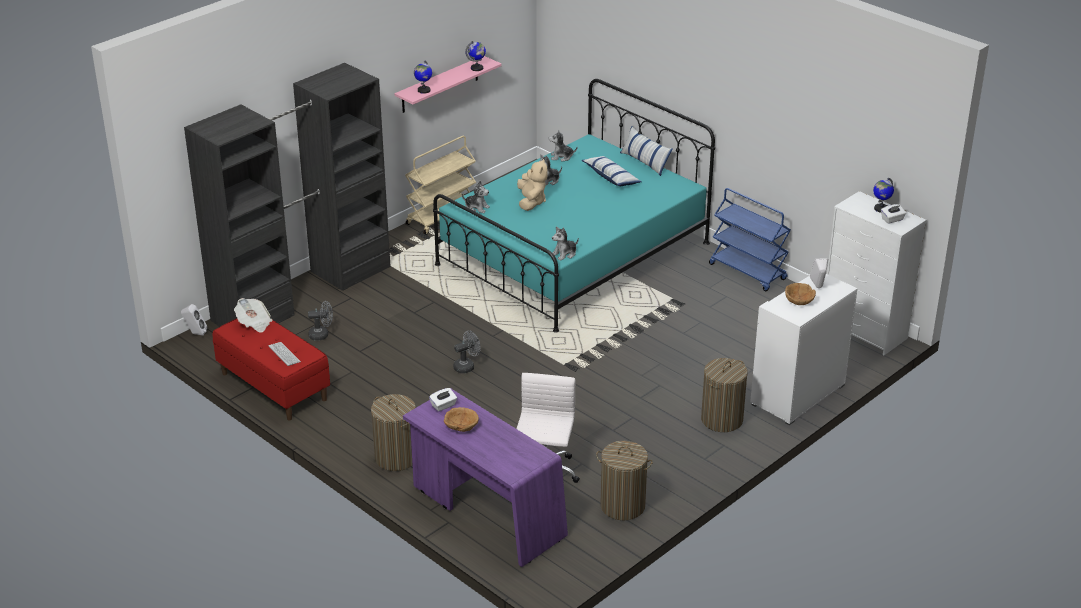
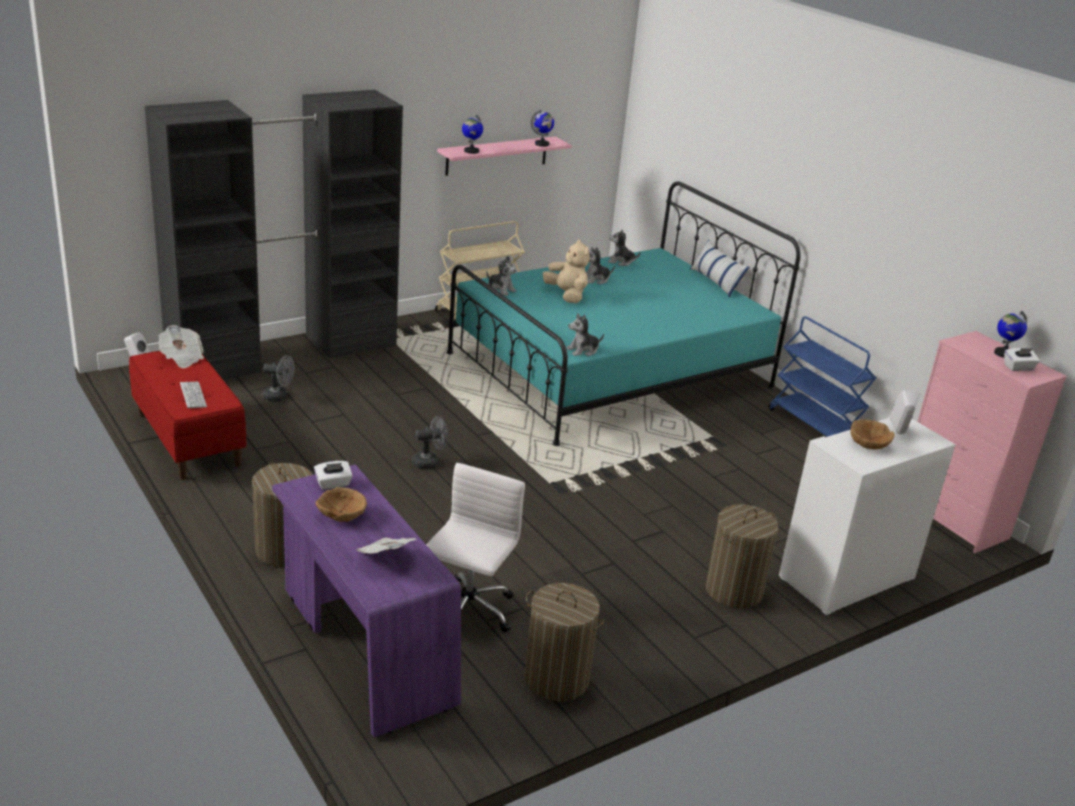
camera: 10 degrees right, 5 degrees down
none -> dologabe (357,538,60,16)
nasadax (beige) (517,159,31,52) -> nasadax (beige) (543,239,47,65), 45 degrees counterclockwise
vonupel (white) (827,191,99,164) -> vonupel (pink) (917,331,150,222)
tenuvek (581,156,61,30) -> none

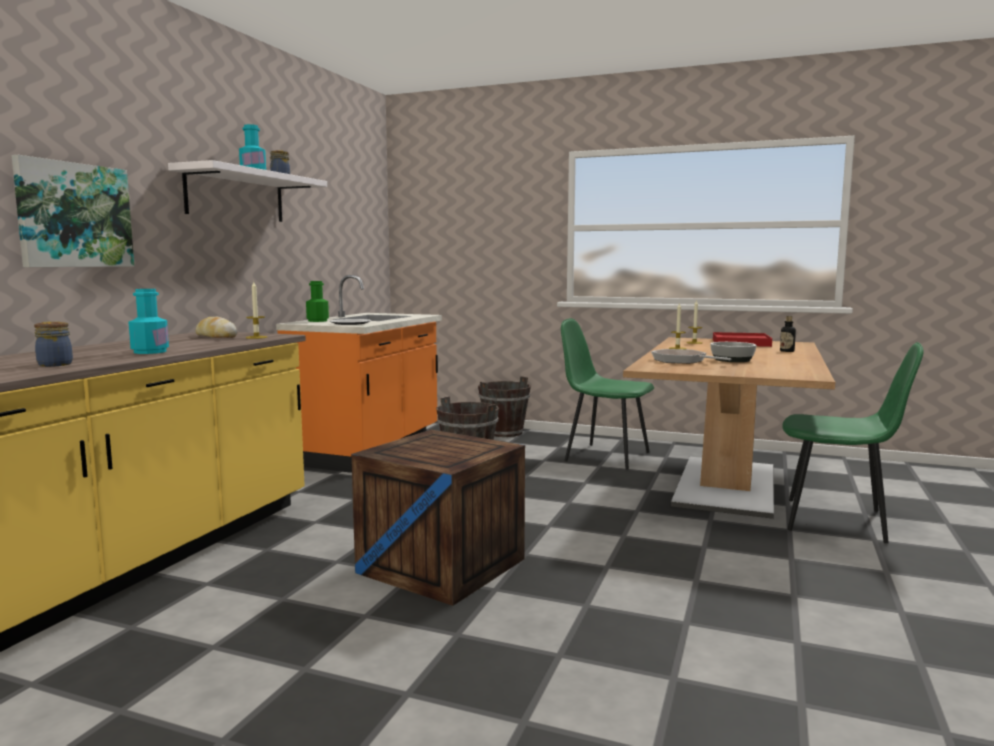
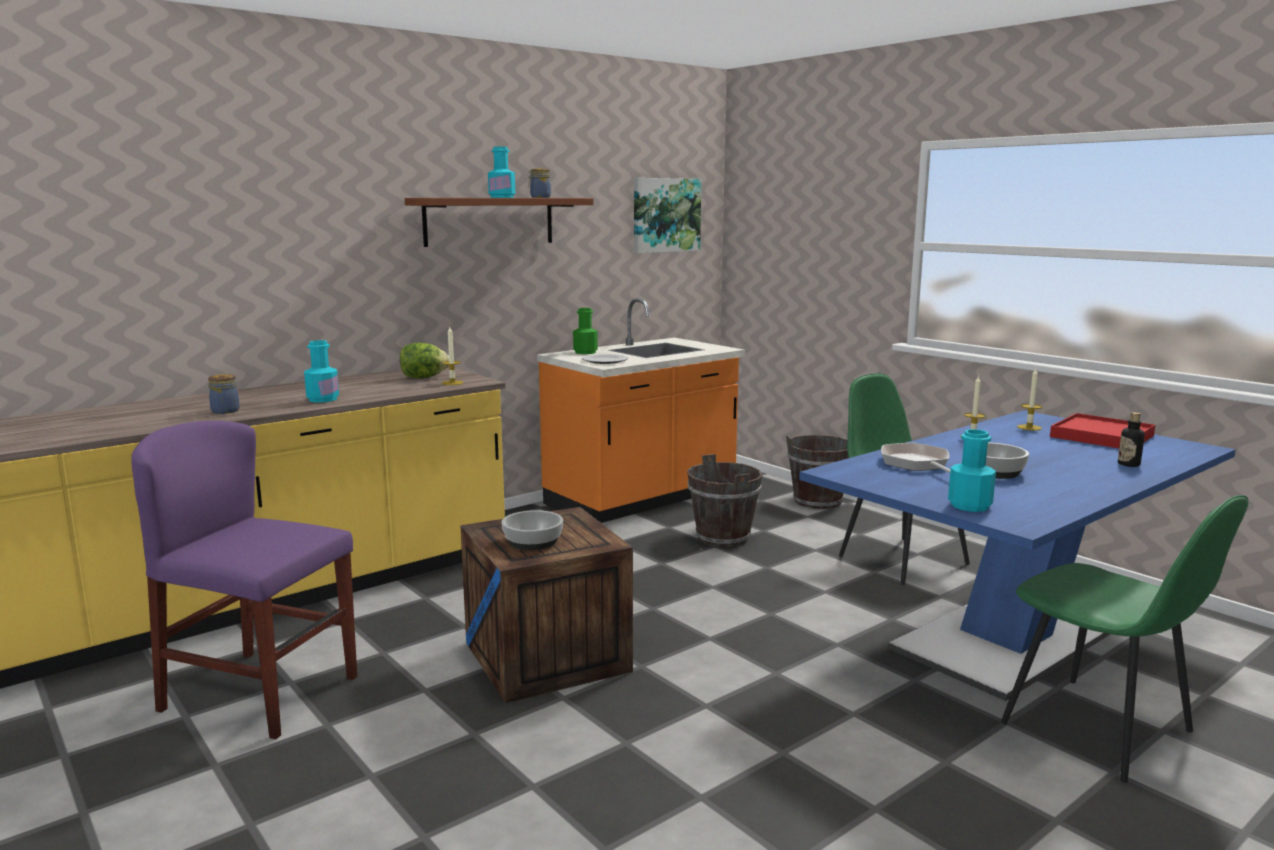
camera: 30 degrees right, 5 degrees up
none -> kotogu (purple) (131,421,226,319)
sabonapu (196,317,41,21) -> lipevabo (400,343,49,35)
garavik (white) (168,160,159,62) -> garavik (brown) (405,198,188,49)
none -> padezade (502,510,61,40)
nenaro (12,155,122,112) -> nenaro (634,178,67,75), relocated
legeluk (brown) (623,337,212,182) -> legeluk (blue) (799,410,437,291)
none -> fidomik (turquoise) (948,429,48,83)

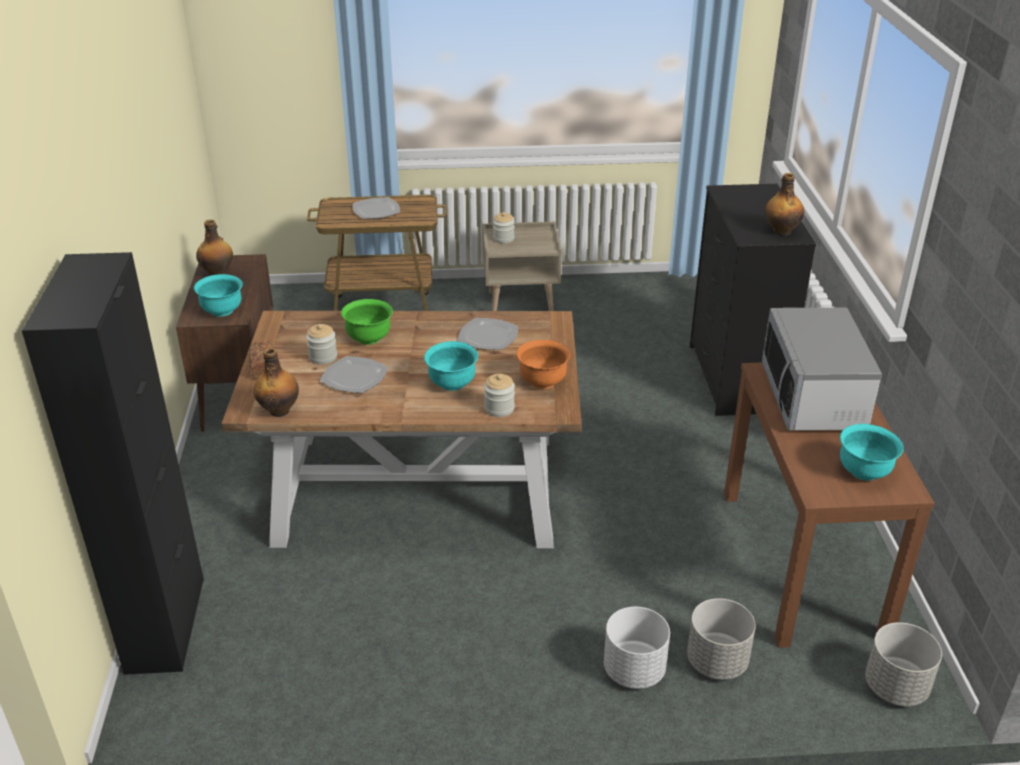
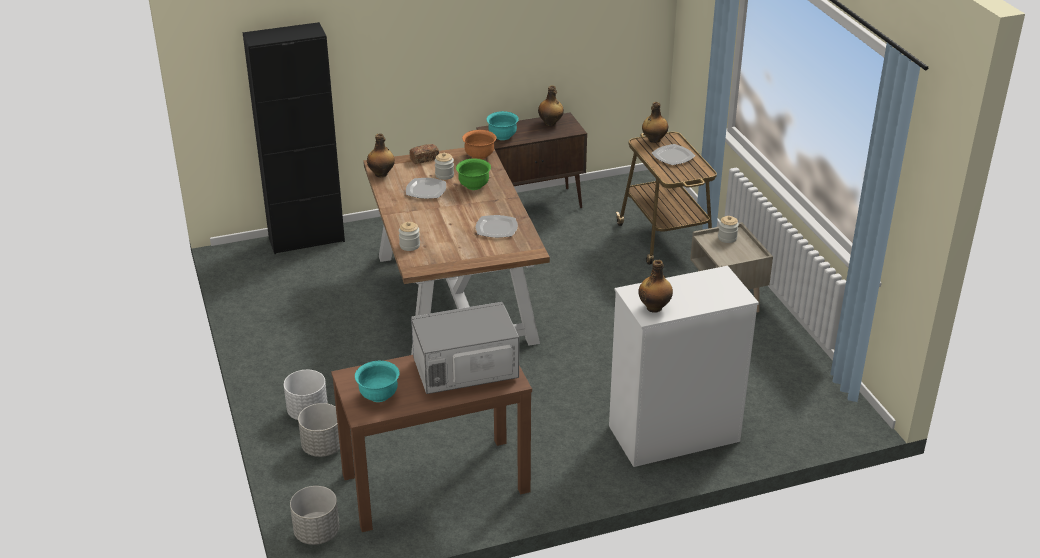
camera: 75 degrees right, 0 degrees up
padezade (orange) (516,340,54,49) -> padezade (orange) (462,130,34,30), relocated
vonupel (black) (690,184,126,232) -> vonupel (white) (609,266,150,201)
none -> fidomik (642,102,26,41)
padezade (turquoise) (424,341,54,50) -> none

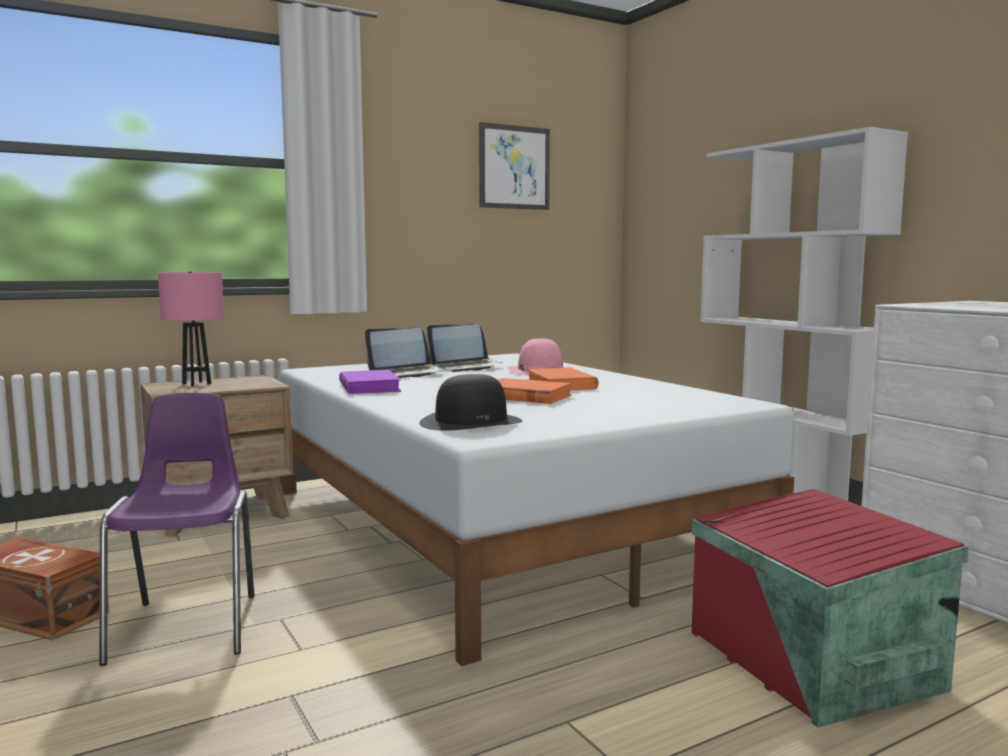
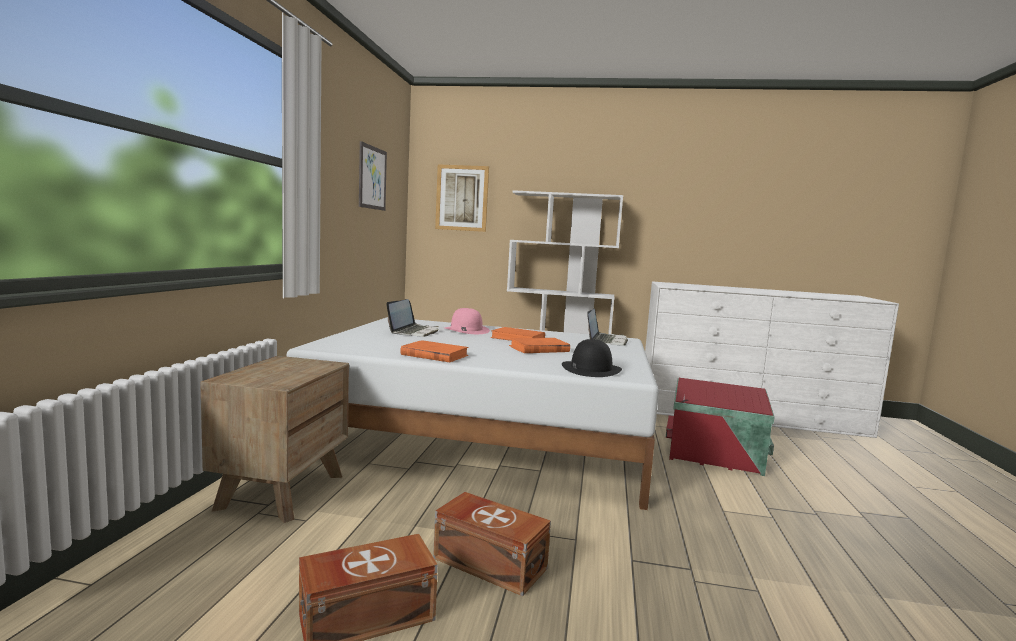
camera: 50 degrees left, 0 degrees up
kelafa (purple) (339,370,62,24) -> kelafa (orange) (400,340,69,22)
kotogu (purple) (99,393,155,273) -> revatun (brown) (433,492,118,104)
none -> nenaro (435,164,54,68)
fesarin (365,328,80,50) -> fesarin (587,309,41,37), relocated
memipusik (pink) (158,272,66,114) -> none

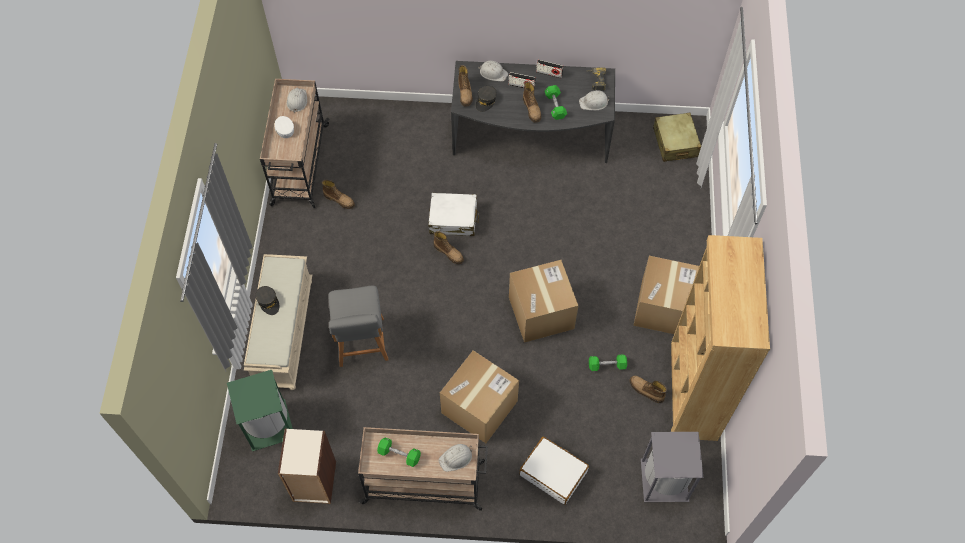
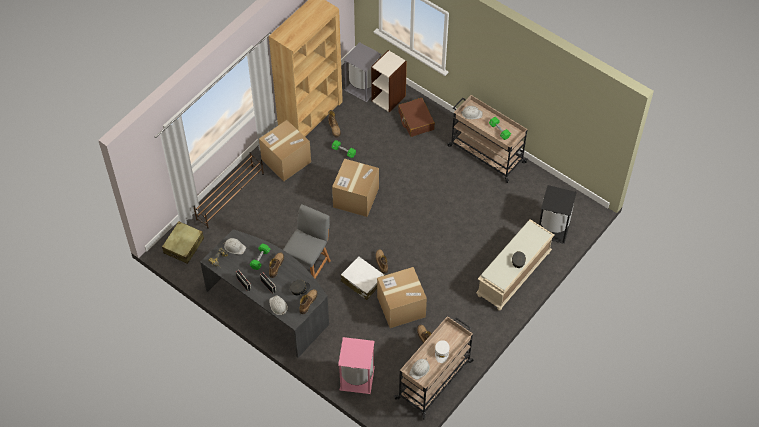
camera: 145 degrees left, 5 degrees down
none -> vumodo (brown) (193,152,71,77)
kotogu (grey) (328,286,60,81) -> kotogu (grey) (283,204,48,75), relocated
none -> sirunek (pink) (338,337,37,57)
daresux (278,428,58,76) -> daresux (371,50,36,63), relocated
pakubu (440,350,79,93) -> pakubu (377,267,50,61), relocated
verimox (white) (519,437,70,68) -> verimox (brown) (398,98,37,39)
sirunek (green) (227,370,66,81) -> sirunek (black) (539,185,38,59)

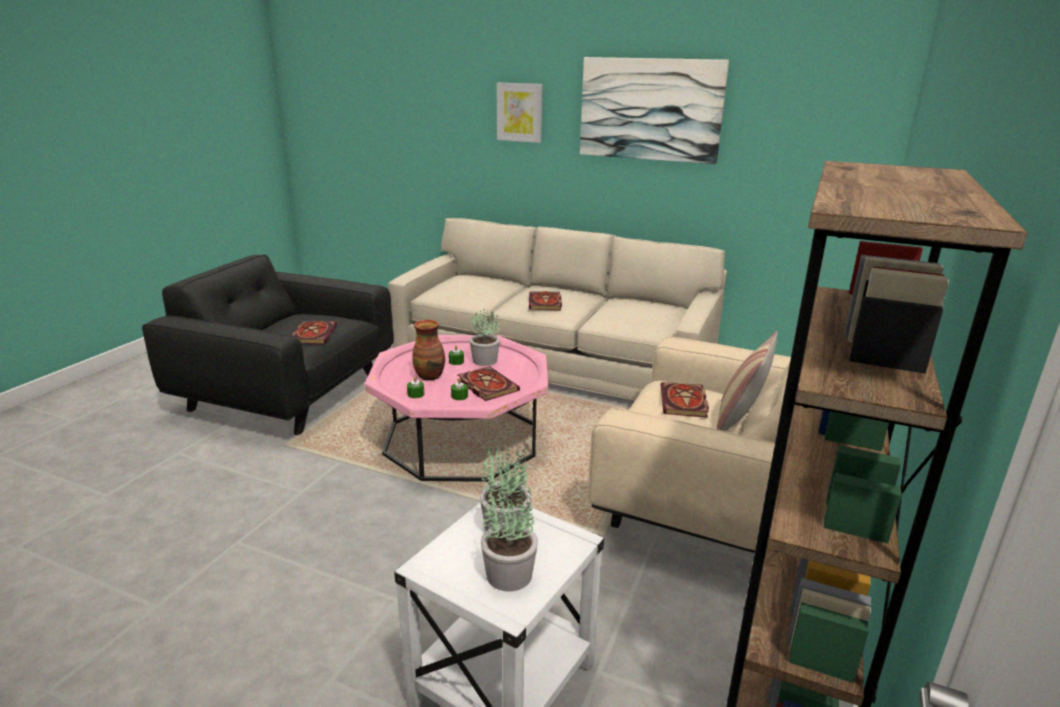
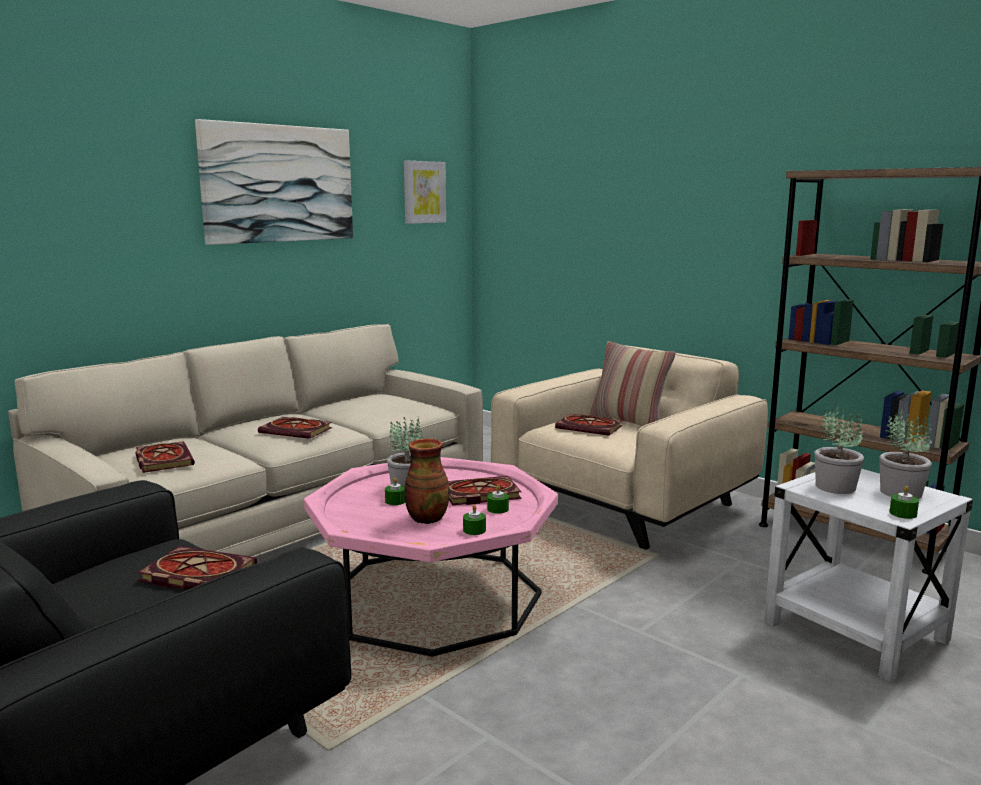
camera: 70 degrees left, 10 degrees down
none -> kelafa (136,441,59,32)
nenaro (497,83,45,60) -> nenaro (404,161,42,63), relocated
none -> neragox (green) (889,486,30,33)

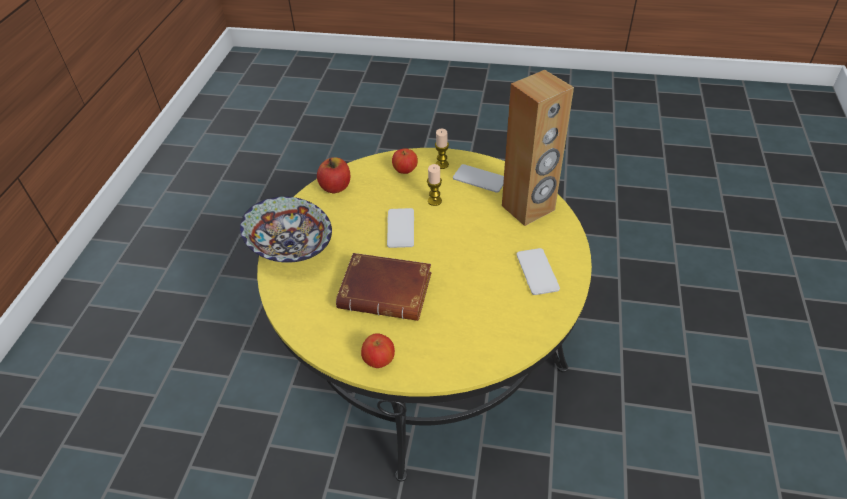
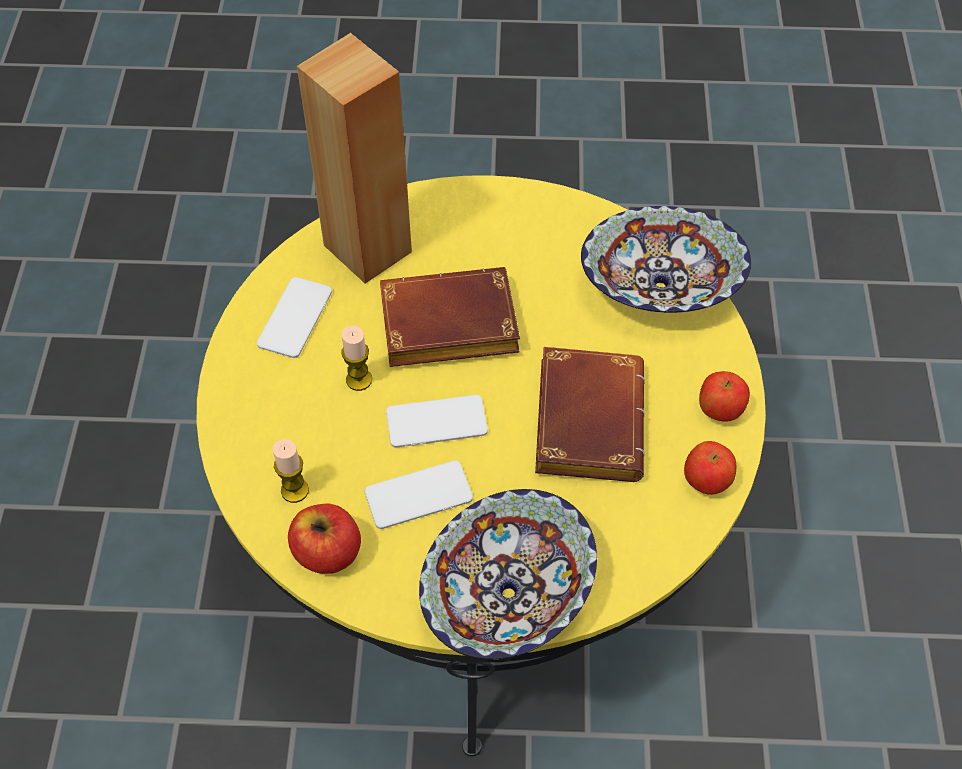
camera: 100 degrees left, 10 degrees up
neragox (435,129,14,40) -> neragox (273,439,36,64), relocated
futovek (516,248,44,47) -> futovek (365,460,108,69), relocated
none -> kelafa (brown) (380,267,140,100)
none -> padezade (581,206,170,107)
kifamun (392,148,26,26) -> kifamun (684,441,52,54), relocated

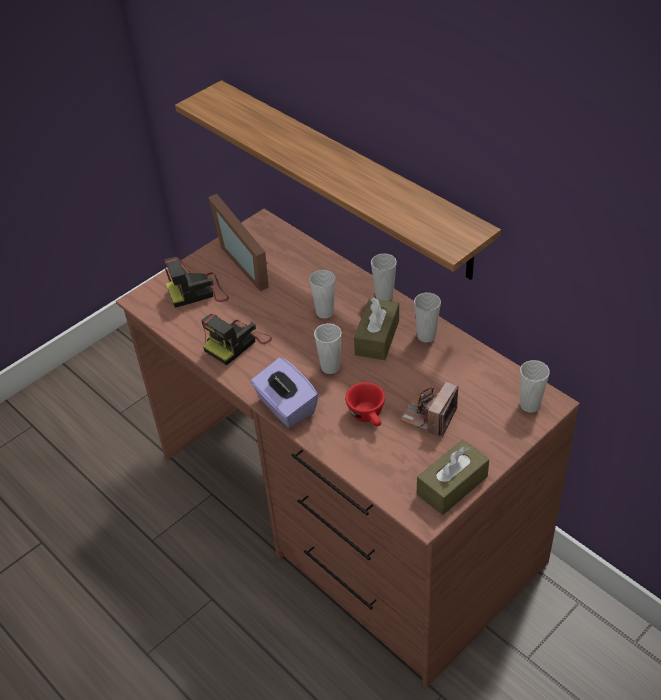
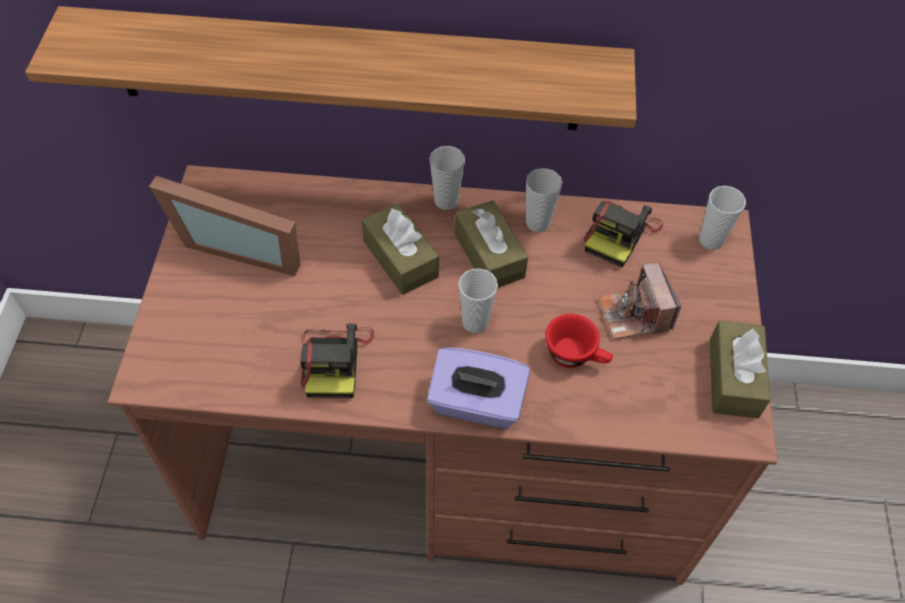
camera: 45 degrees left, 10 degrees up
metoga (309,270,26,49) -> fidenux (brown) (362,203,77,92)
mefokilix (165,257,64,51) -> mefokilix (584,201,79,66), relocated

